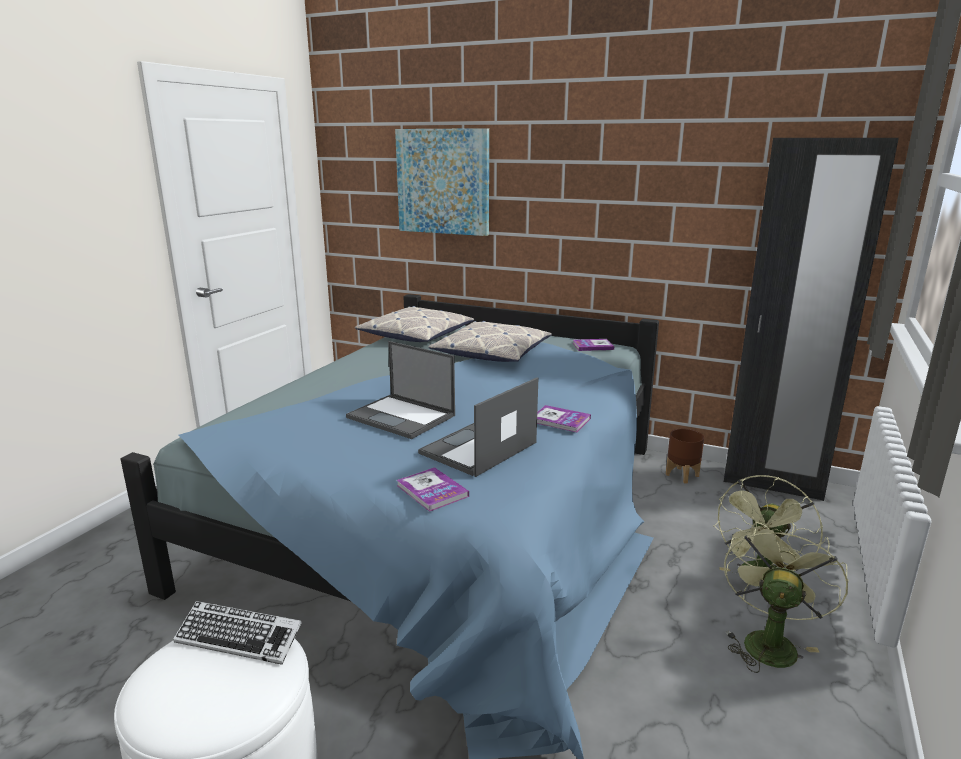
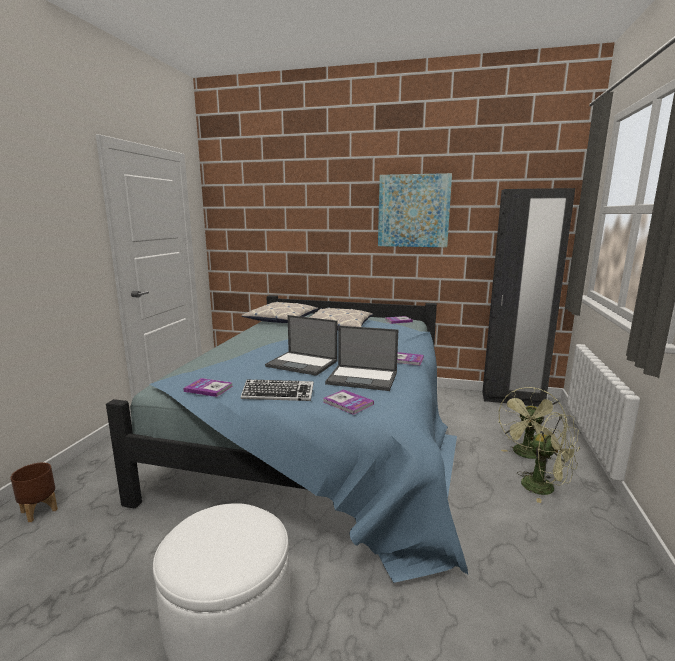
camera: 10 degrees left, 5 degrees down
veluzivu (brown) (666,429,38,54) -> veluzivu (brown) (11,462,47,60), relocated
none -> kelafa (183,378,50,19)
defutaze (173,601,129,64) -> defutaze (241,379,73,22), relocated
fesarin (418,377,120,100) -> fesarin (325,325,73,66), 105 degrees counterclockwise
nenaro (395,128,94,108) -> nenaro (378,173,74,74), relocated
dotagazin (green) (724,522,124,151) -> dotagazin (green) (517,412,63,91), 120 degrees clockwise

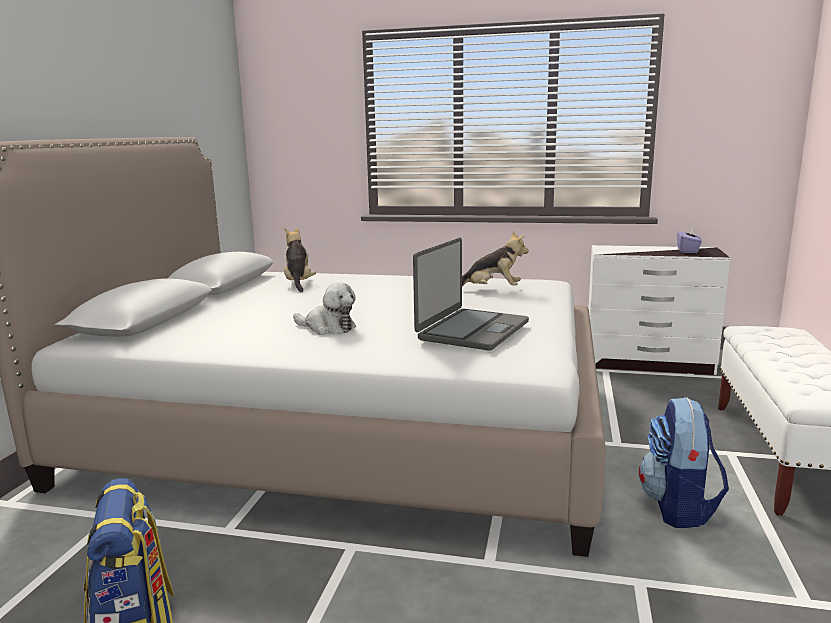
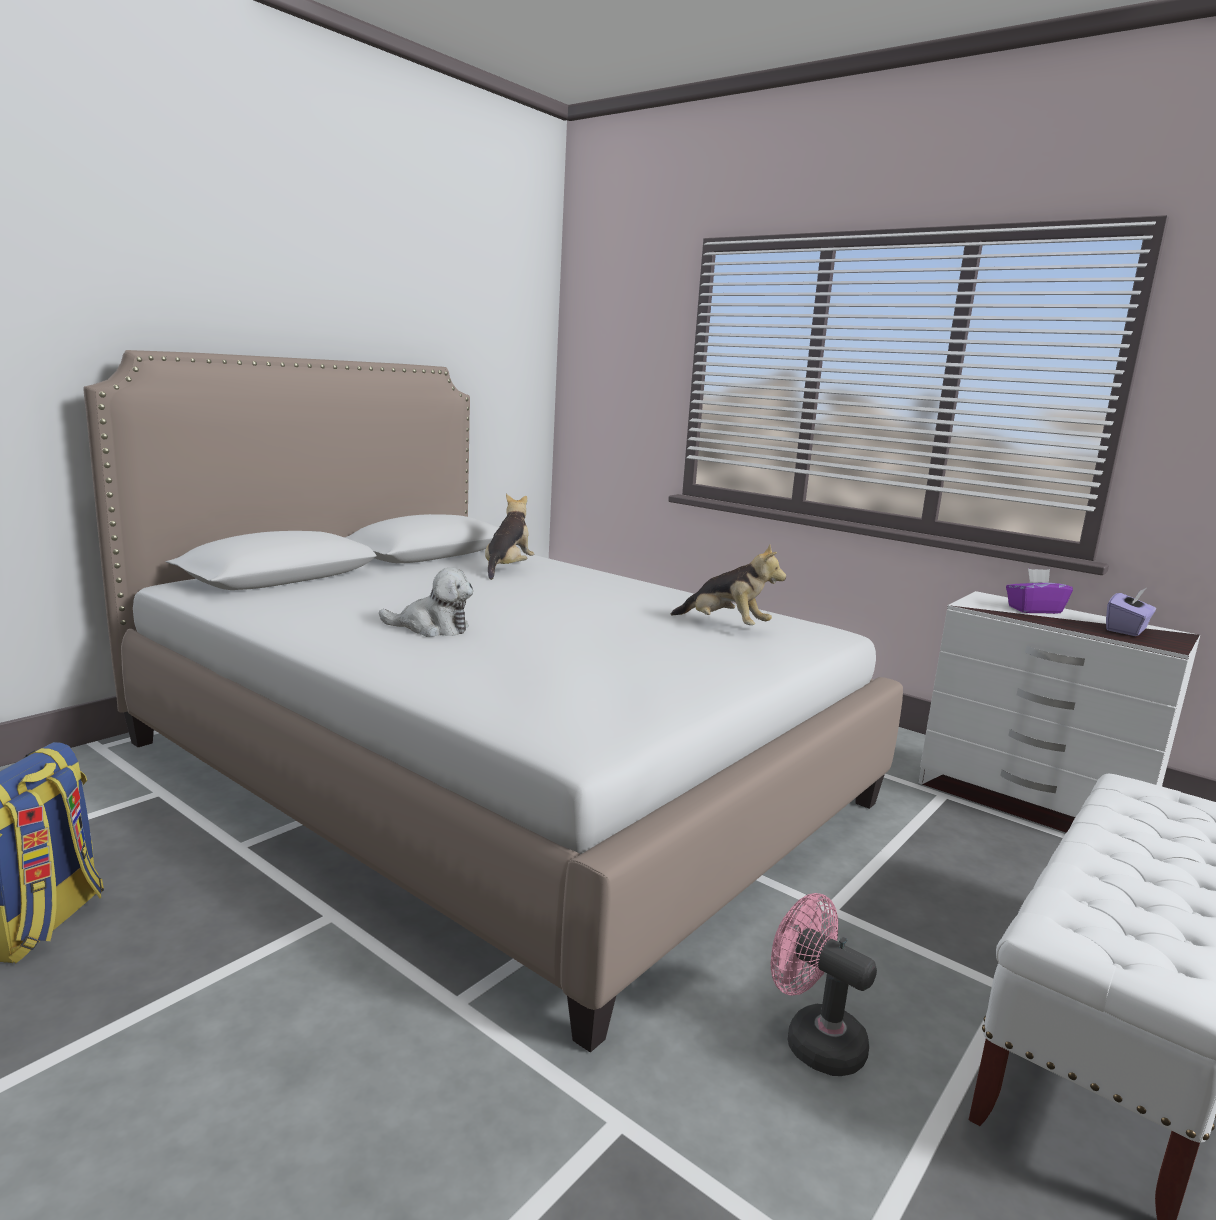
camera: 25 degrees right, 0 degrees up
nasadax (293,282,63,52) -> nasadax (379,567,94,70), 45 degrees counterclockwise
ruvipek (639,397,90,131) -> dotagazin (pink) (771,893,106,183)
none -> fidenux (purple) (1006,569,67,45)
fesarin (413,238,116,113) -> none

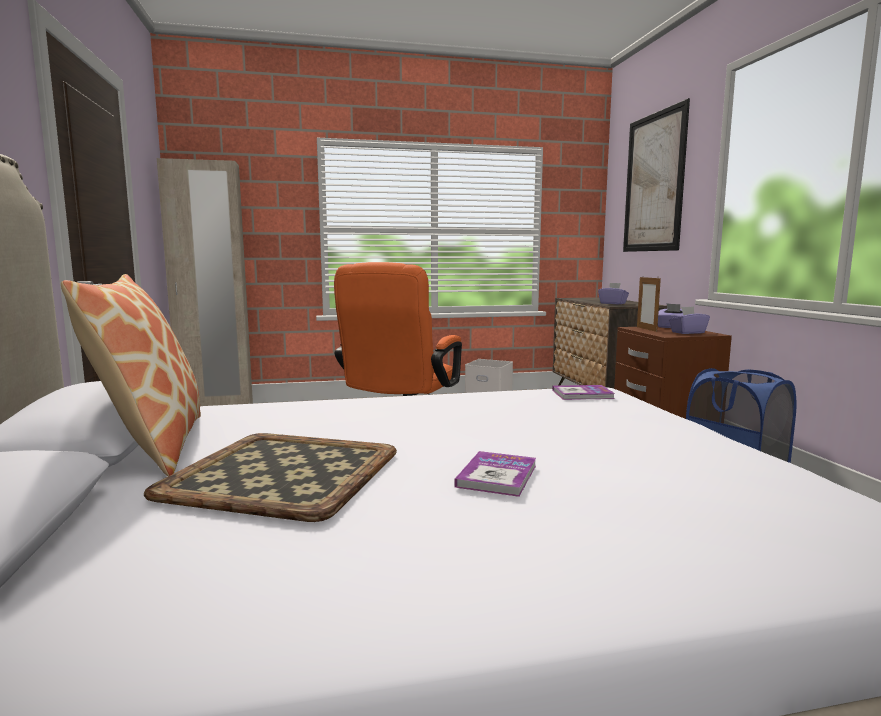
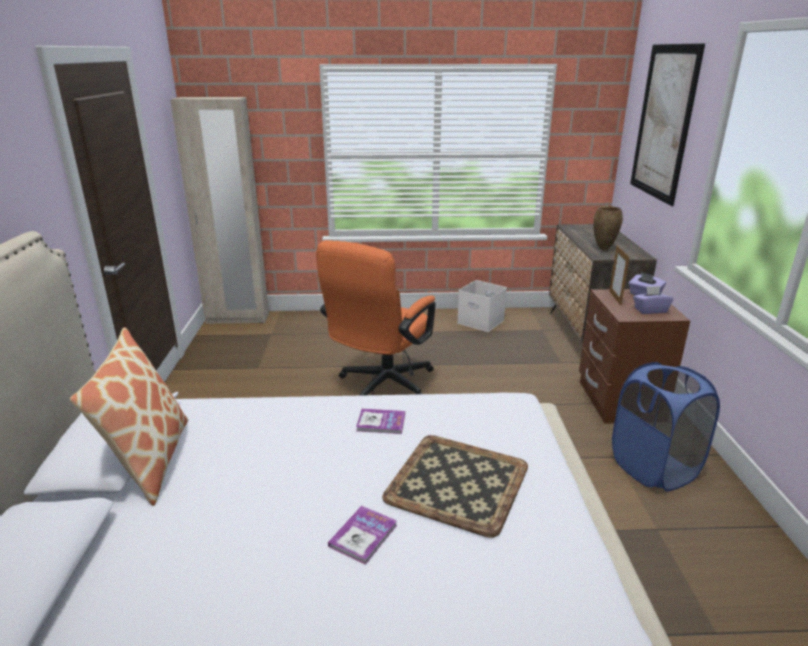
camera: 10 degrees right, 15 degrees up
kelafa (552,385,63,15) -> kelafa (356,409,49,25), relocated
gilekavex (144,433,253,89) -> gilekavex (382,435,146,103), relocated
fidenux (purple) (598,283,31,21) -> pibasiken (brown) (593,206,30,44)

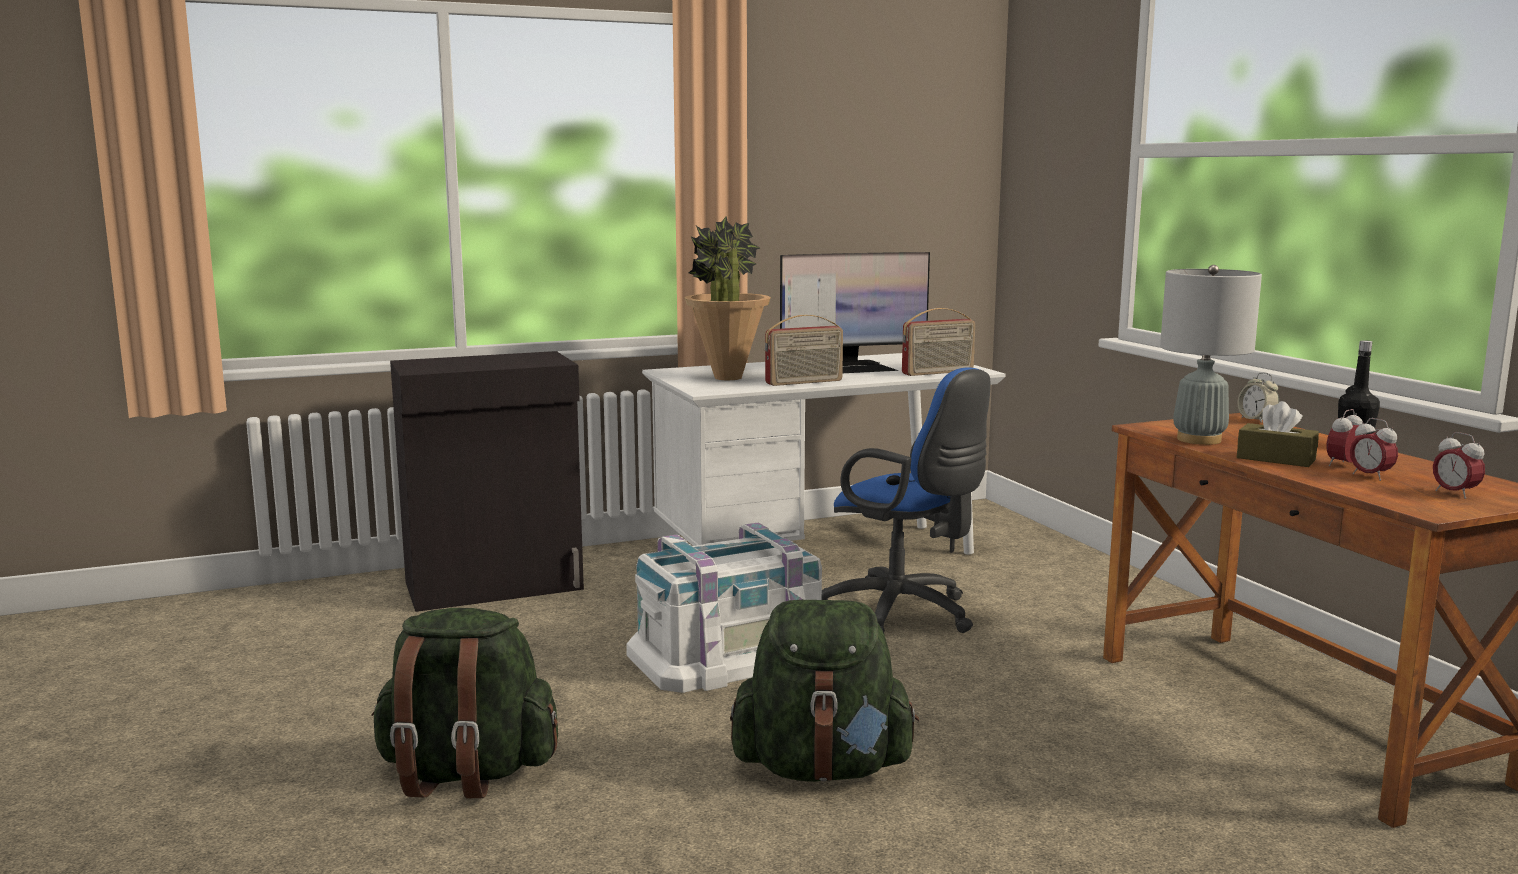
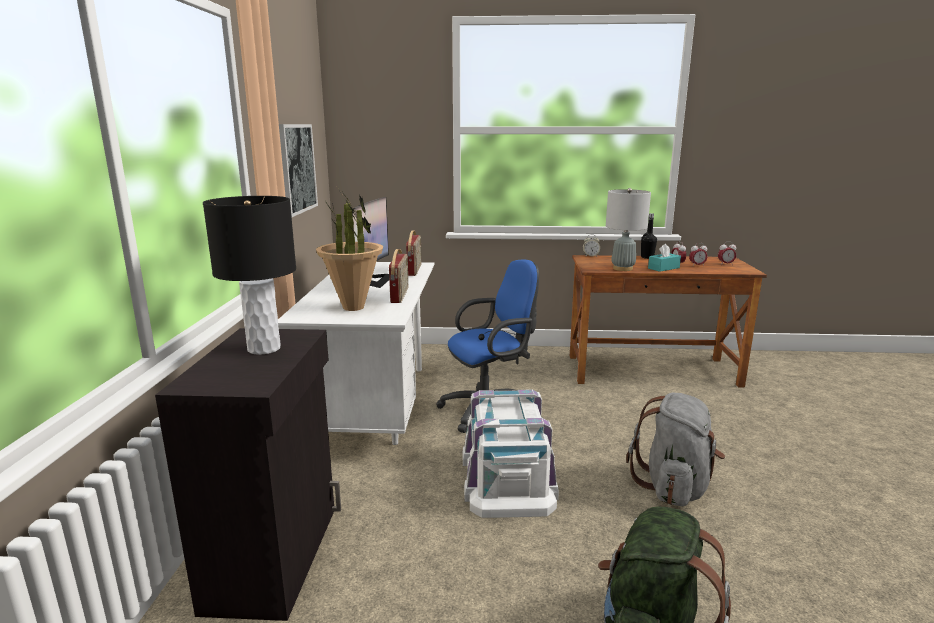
camera: 65 degrees left, 5 degrees up
none -> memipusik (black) (203,196,93,159)
none -> nenaro (279,124,39,93)
ruvipek (green) (730,600,189,182) -> ruvipek (grey) (626,393,99,113)
fidenux (brown) (1237,401,82,66) -> fidenux (turquoise) (648,244,33,28)

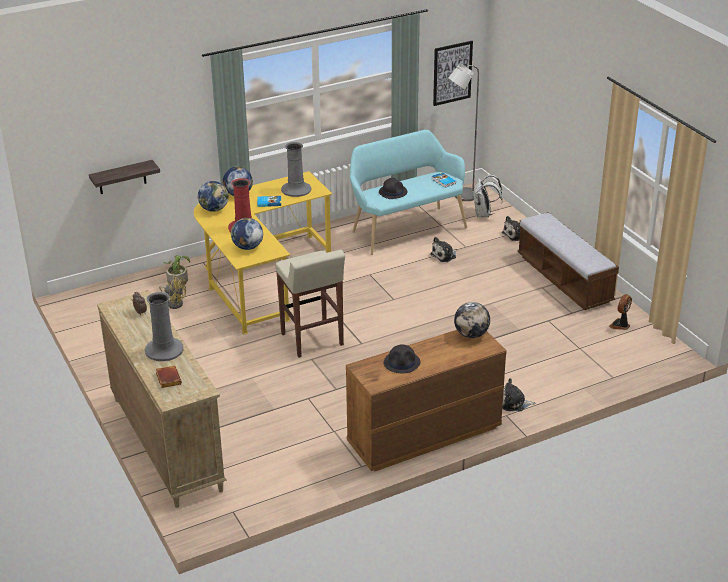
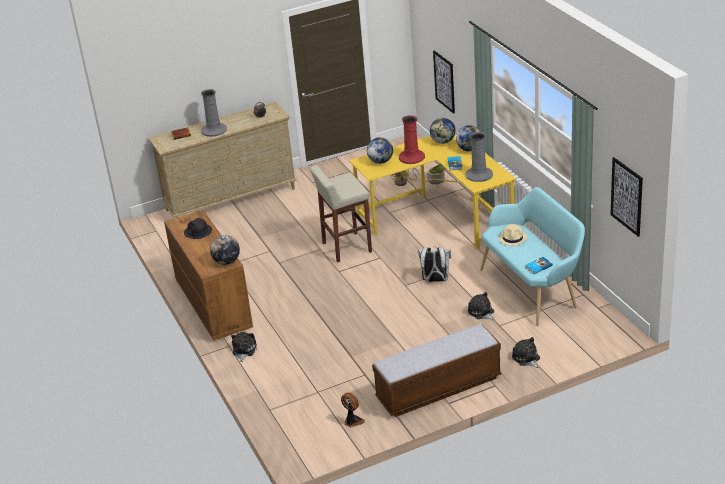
camera: 95 degrees right, 0 degrees up
ruvipek (white) (472,175,30,42) -> ruvipek (white) (418,246,33,36), relocated
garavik (89,160,71,34) -> nenaro (433,50,22,64)
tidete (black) (379,178,29,21) -> tidete (beige) (498,224,29,22)
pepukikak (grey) (448,63,31,138) -> none

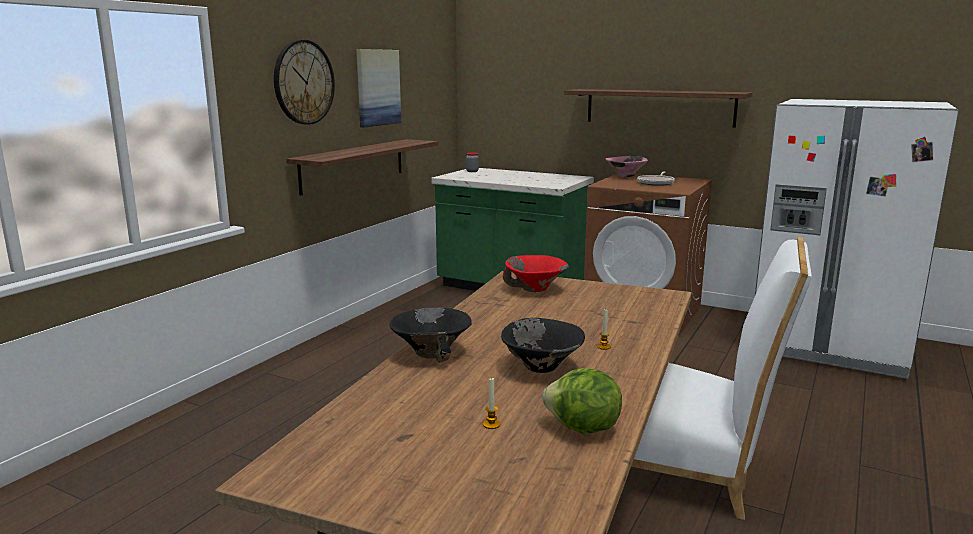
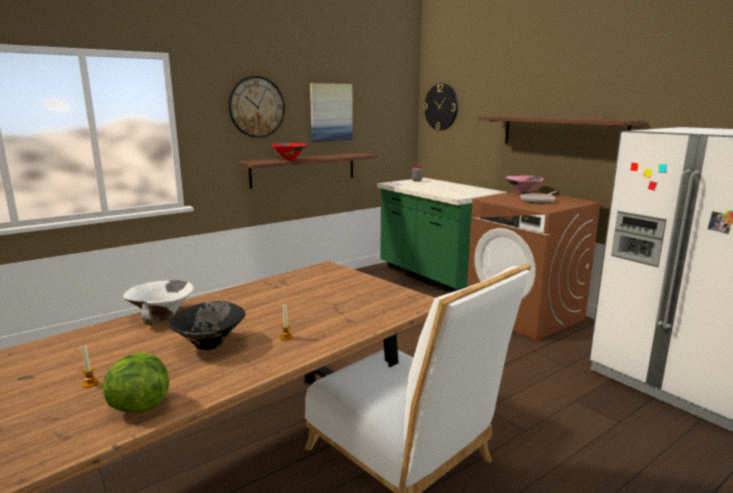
camera: 25 degrees right, 0 degrees up
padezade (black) (389,308,83,54) -> padezade (white) (123,280,71,45)
padezade (red) (503,255,66,37) -> padezade (red) (272,143,34,17), relocated
none -> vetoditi (423,83,35,48)

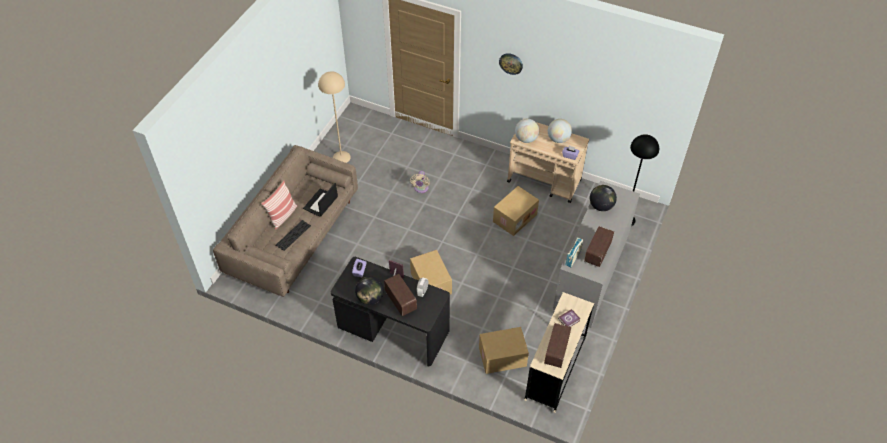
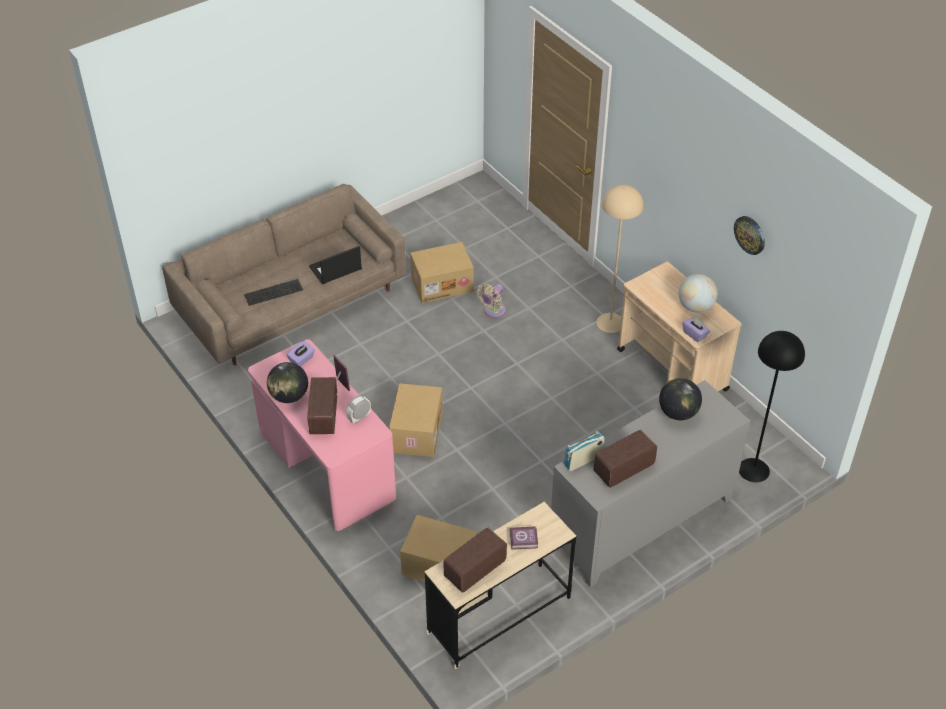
camera: 30 degrees right, 5 degrees down
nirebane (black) (331,257,119,109) -> nirebane (pink) (248,339,148,192)
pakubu (493,186,46,50) -> pakubu (410,242,64,61), relocated
pepukikak (beige) (318,71,33,92) -> pepukikak (beige) (596,185,48,148), relocated
vetoditi (499,53,24,22) -> vetoditi (734,216,31,39), relocated
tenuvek (261,181,37,49) -> none
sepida (515,119,24,24) -> none

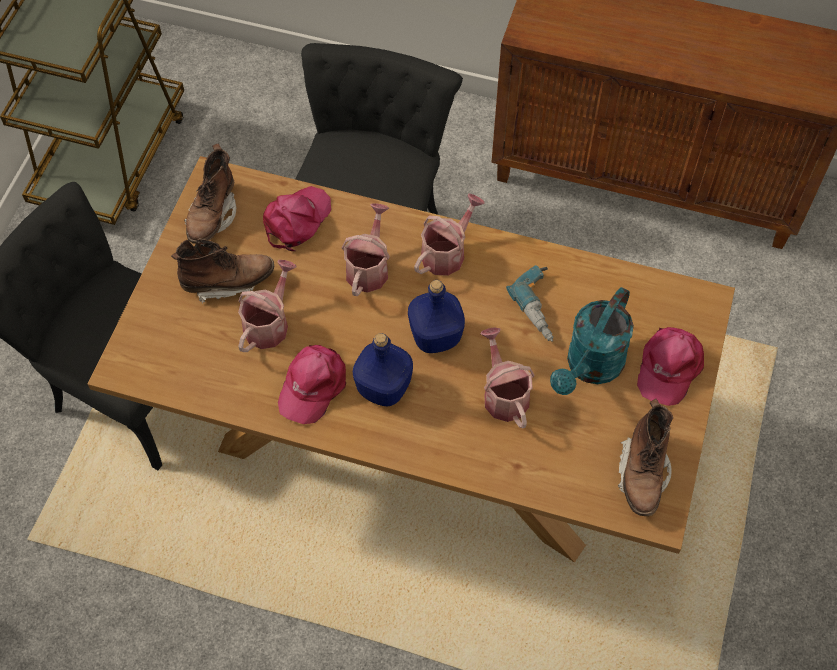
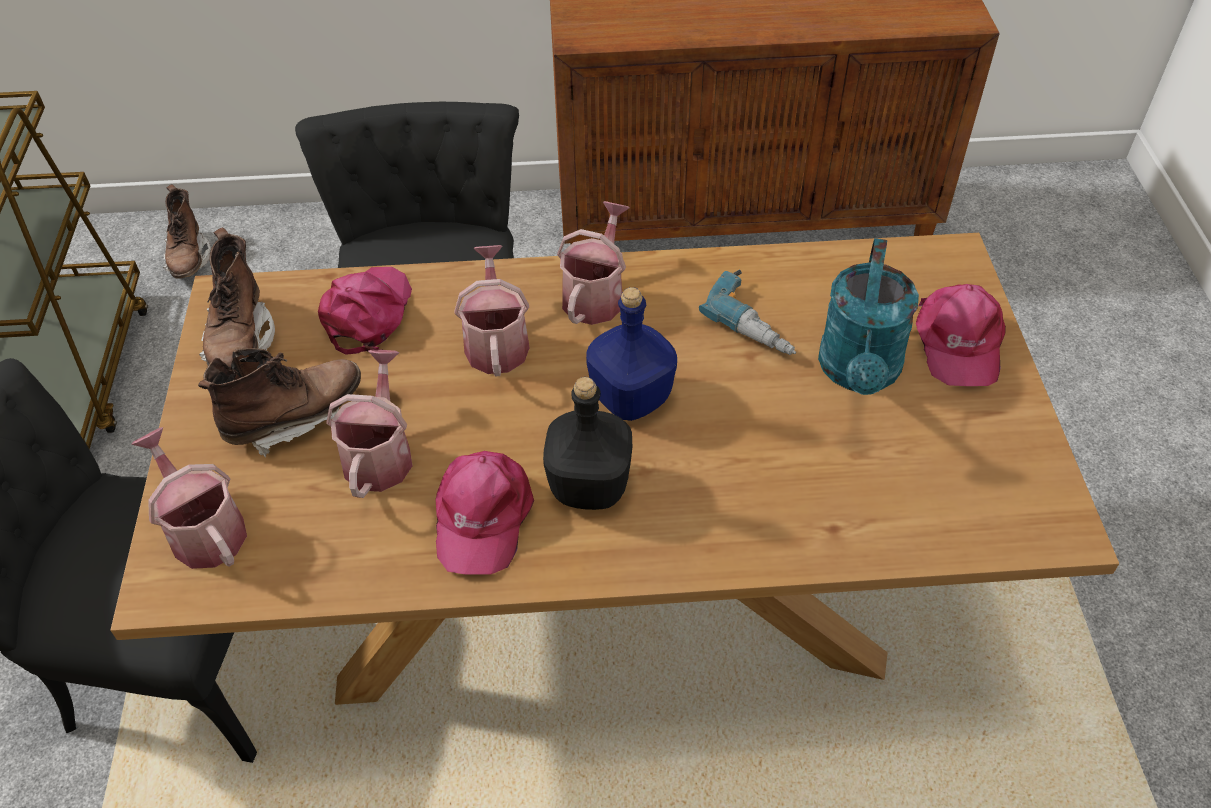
camera: 20 degrees left, 10 degrees down
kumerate (481,327,54,101) -> kumerate (131,427,116,142), relocated
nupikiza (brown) (618,399,55,117) -> nupikiza (brown) (163,184,48,95), relocated
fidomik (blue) (353,333,60,73) -> fidomik (black) (543,377,89,133)

